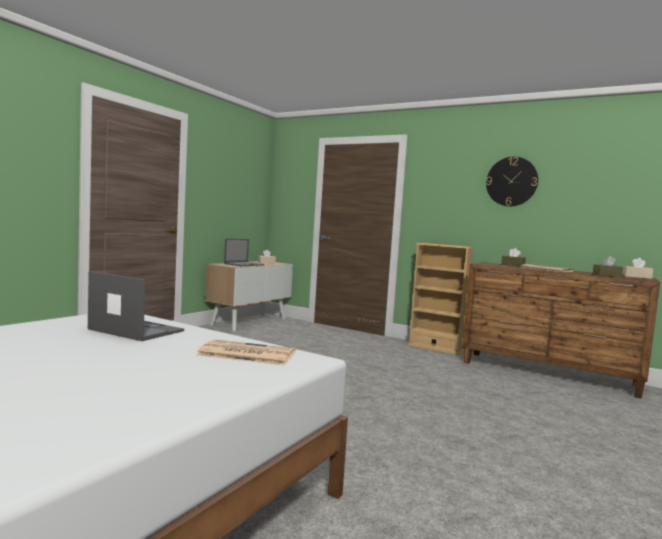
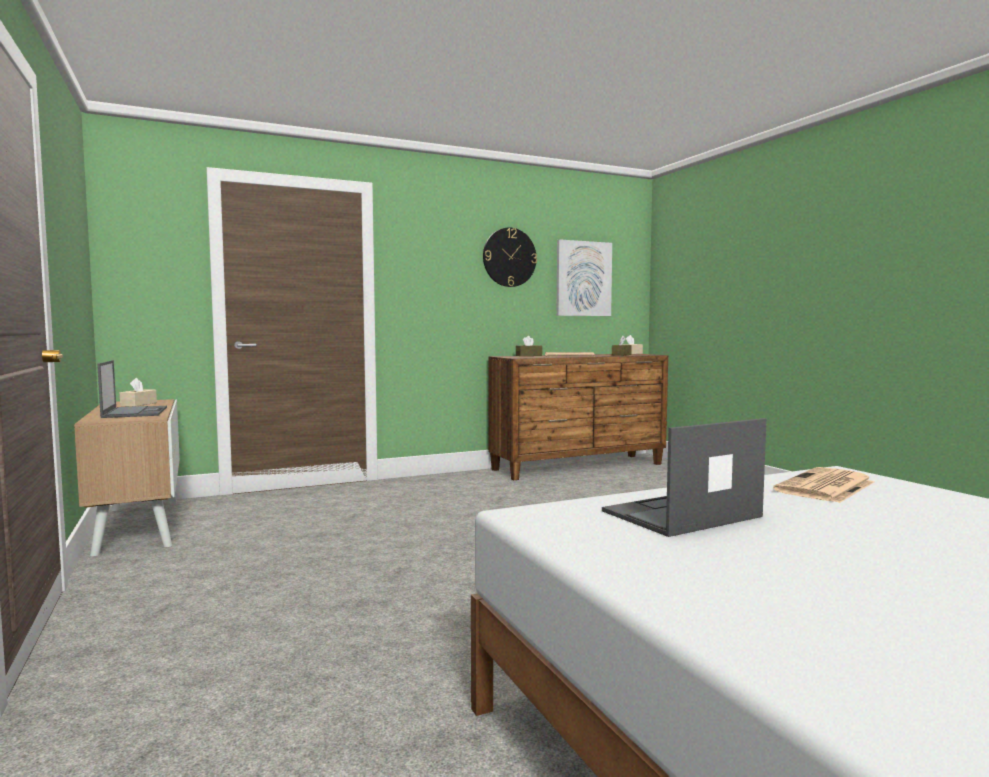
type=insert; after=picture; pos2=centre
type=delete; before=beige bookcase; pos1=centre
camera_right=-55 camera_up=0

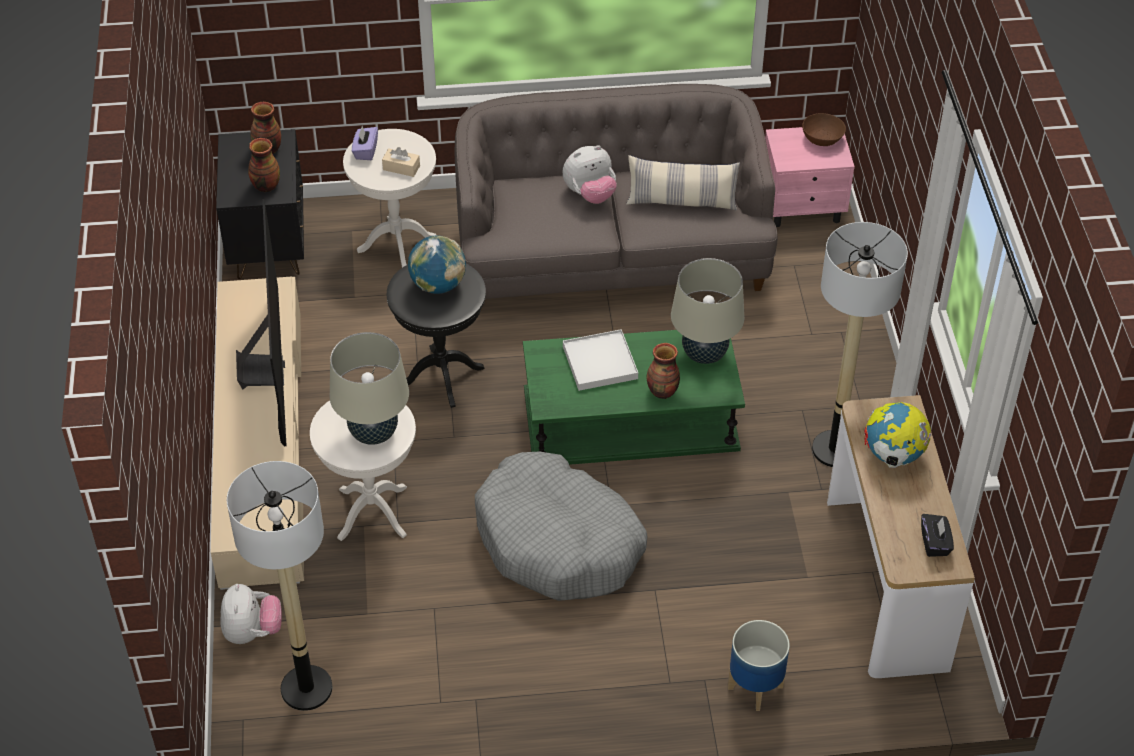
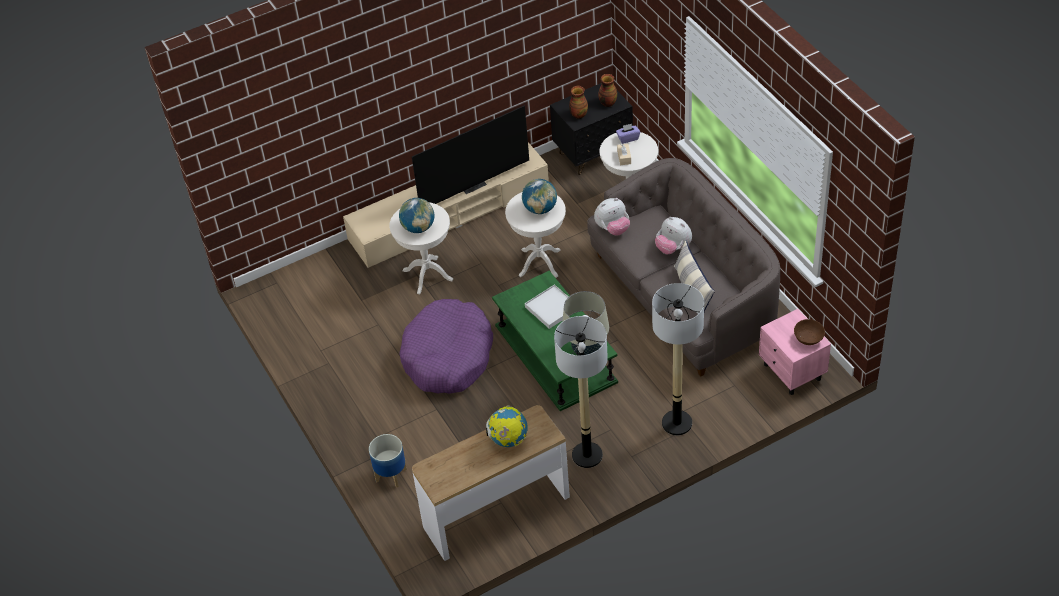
type=replace; before=beige table lamp (1st from left); after=globe (1st from left); pos1=middle left; pos2=centre
type=recolor; before=grey dog bed; after=purple dog bed; pos1=bottom centre; pos2=centre
type=recolor; before=black side table; after=white side table (2nd from left); pos1=centre; pos2=centre
type=move; before=plush toy (1st from left); pos1=bottom left; pos2=centre
type=move; before=floor lamp (1st from left in the first image); after=floor lamp (2nd from left); pos1=bottom left; pos2=centre
type=delete; before=vase (3rd from left); pos1=centre
type=delete; before=black tissue box; pos1=bottom right
camera_right=70 camera_up=0

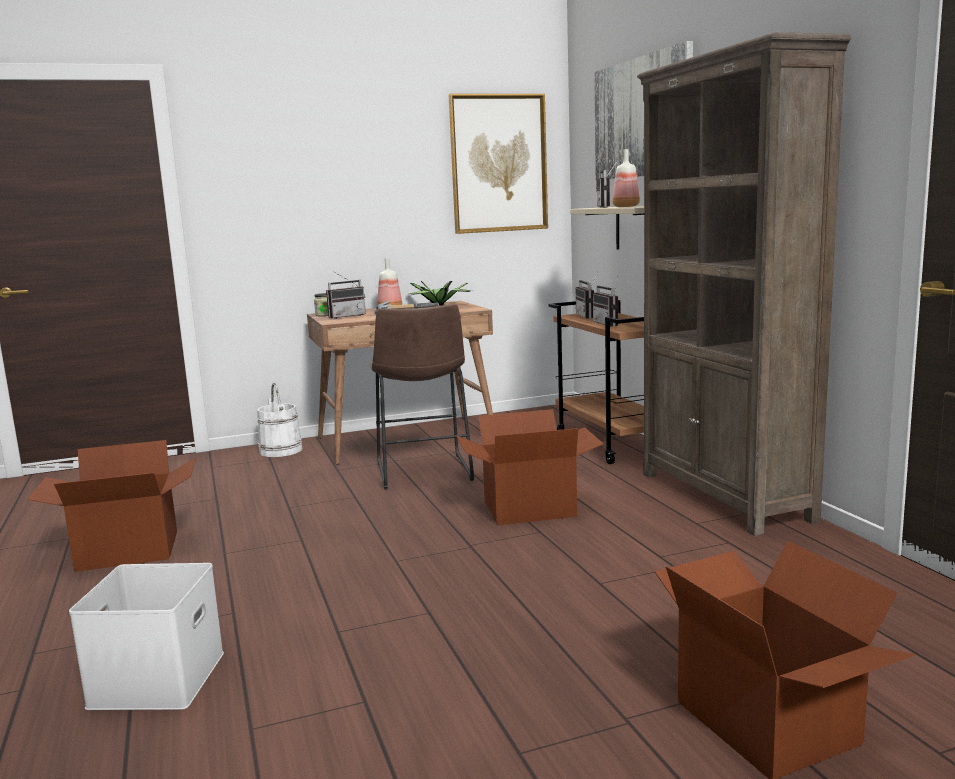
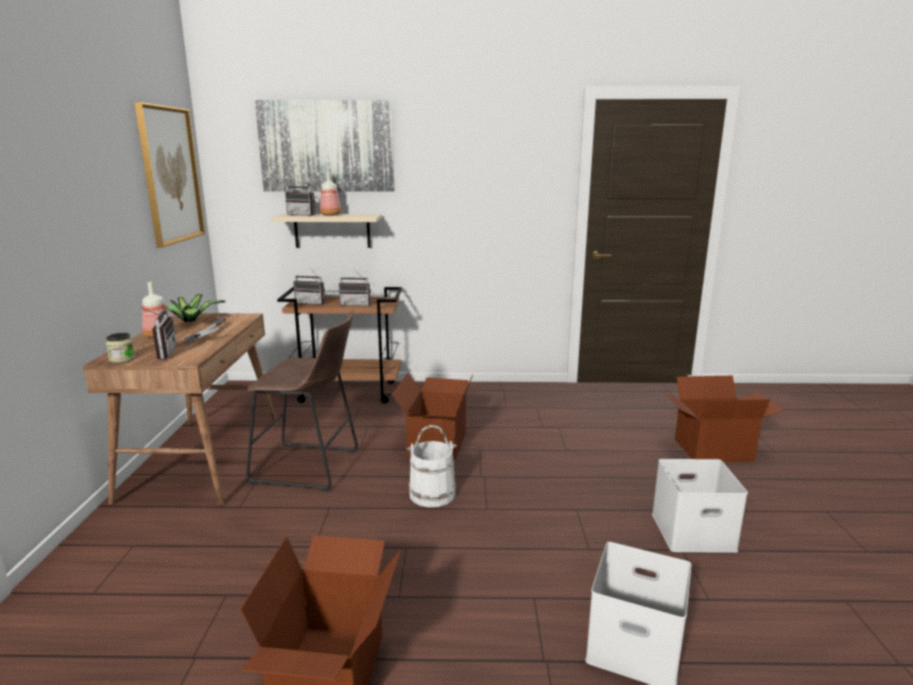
type=move; before=white bucket; pos1=middle left; pos2=bottom centre
type=insert; after=white storage box (2nd from left); pos2=bottom right
type=delete; before=brown bookcase; pos1=middle right
camera_right=-70 camera_up=5

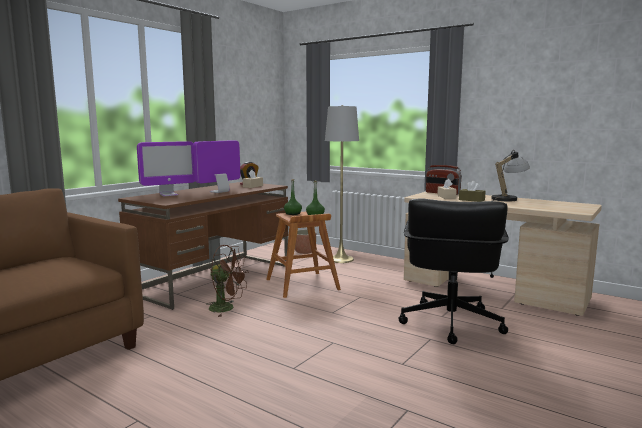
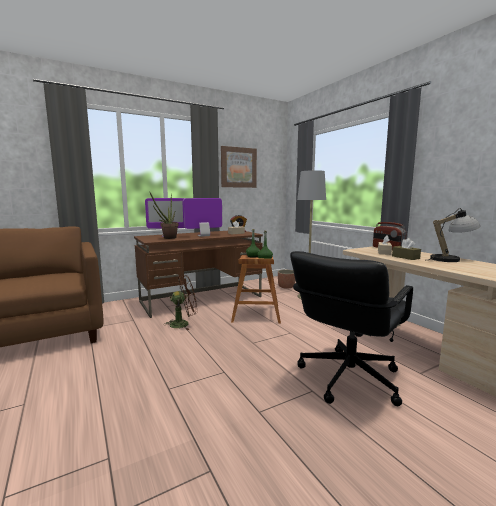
type=insert; after=potted plant; pos2=middle left
type=rotate; before=brown fan; pos1=centre; pos2=centre; turn=-60
type=insert; after=picture; pos2=top centre
camera_right=25 camera_up=0

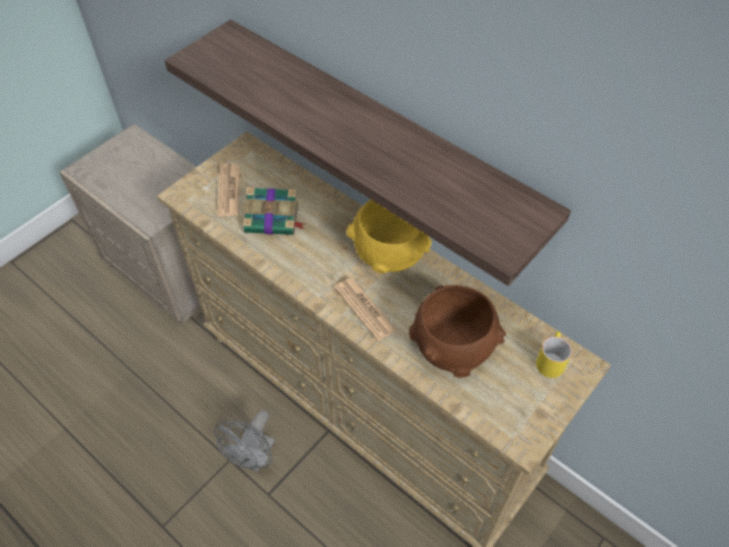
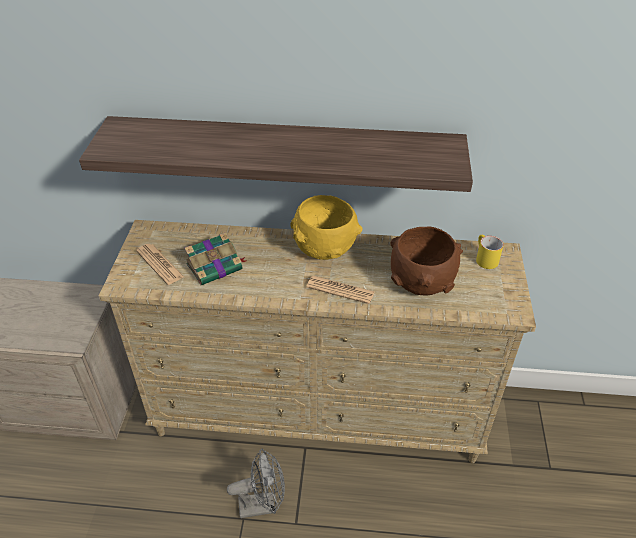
type=rotate; before=grey fan; pos1=bottom centre; pos2=bottom centre; turn=-90
camera_right=-35 camera_up=-10

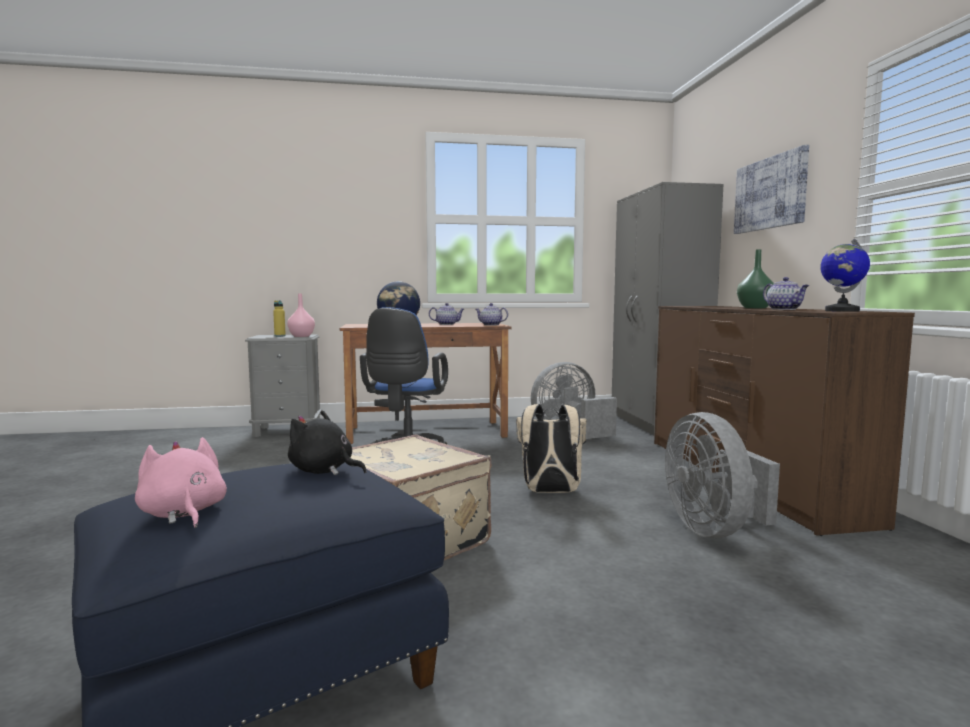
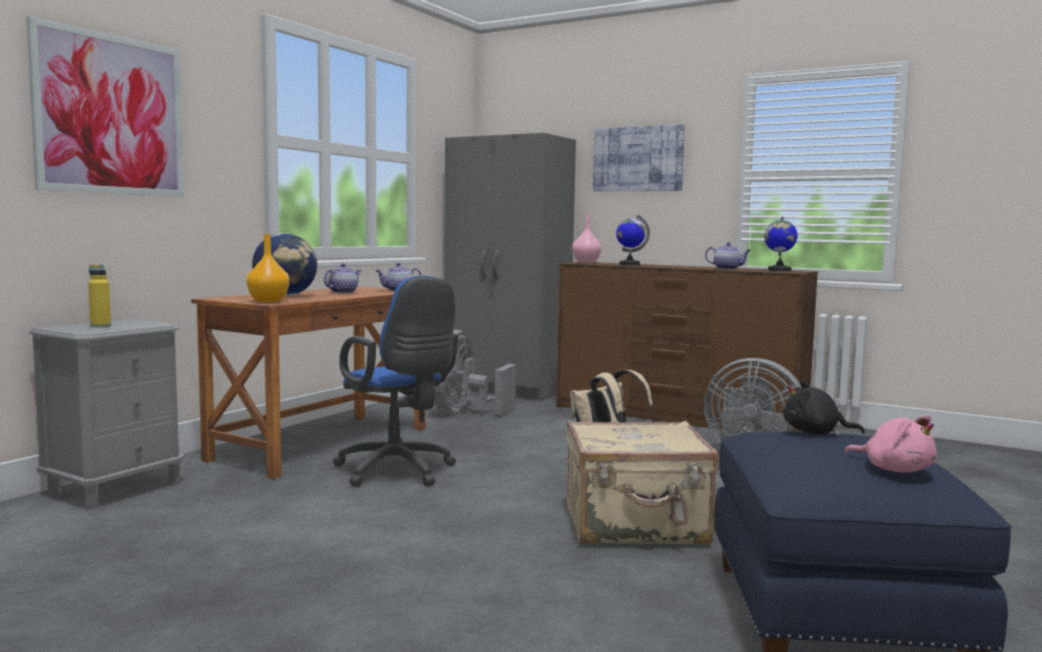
type=insert; after=picture (1st from left); pos2=top left
type=insert; after=orange vase; pos2=middle left
type=move; before=pink vase; pos1=middle left; pos2=centre
type=insert; after=globe (2nd from left); pos2=centre
type=rotate; before=black plush toy; pos1=centre; pos2=middle right; turn=45
type=rotate; before=pink plush toy; pos1=middle left; pos2=bottom right; turn=-135
type=delete; before=green vase; pos1=middle right
camera_right=-50 camera_up=0

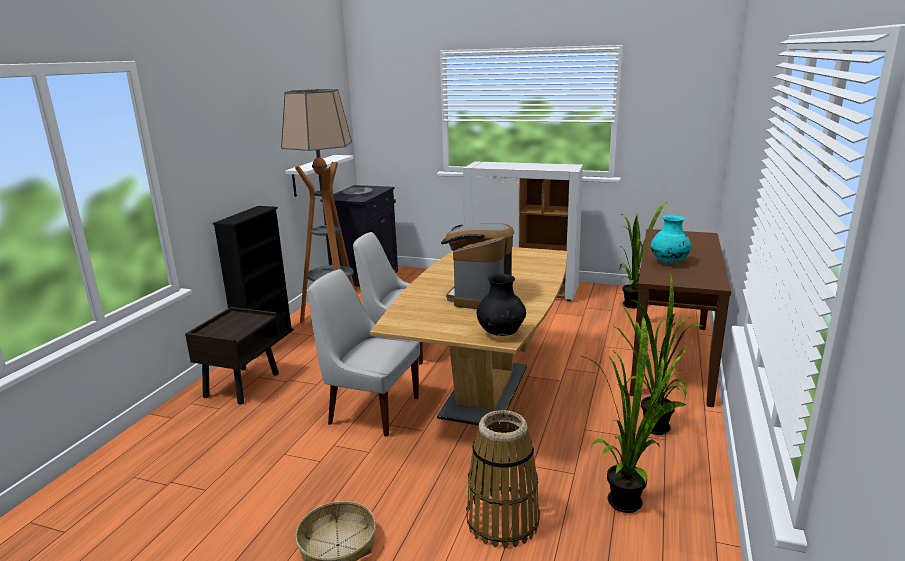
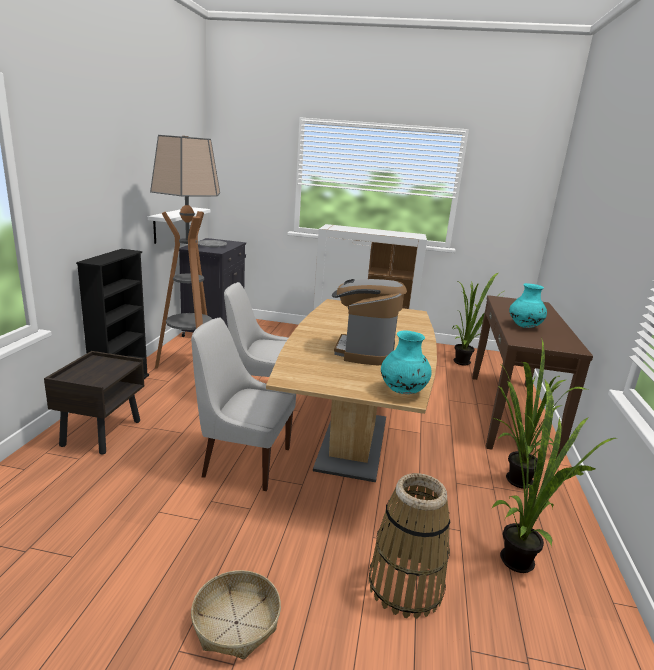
type=recolor; before=black vase; after=turquoise vase (1st from left); pos1=centre; pos2=centre
camera_right=-10 camera_up=0

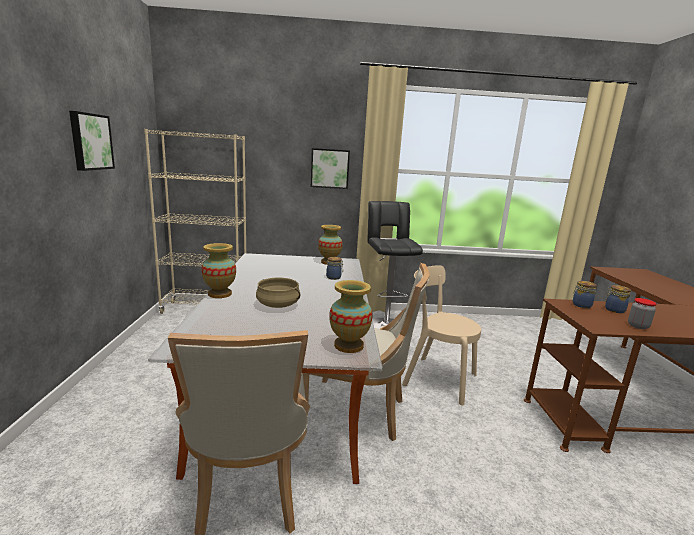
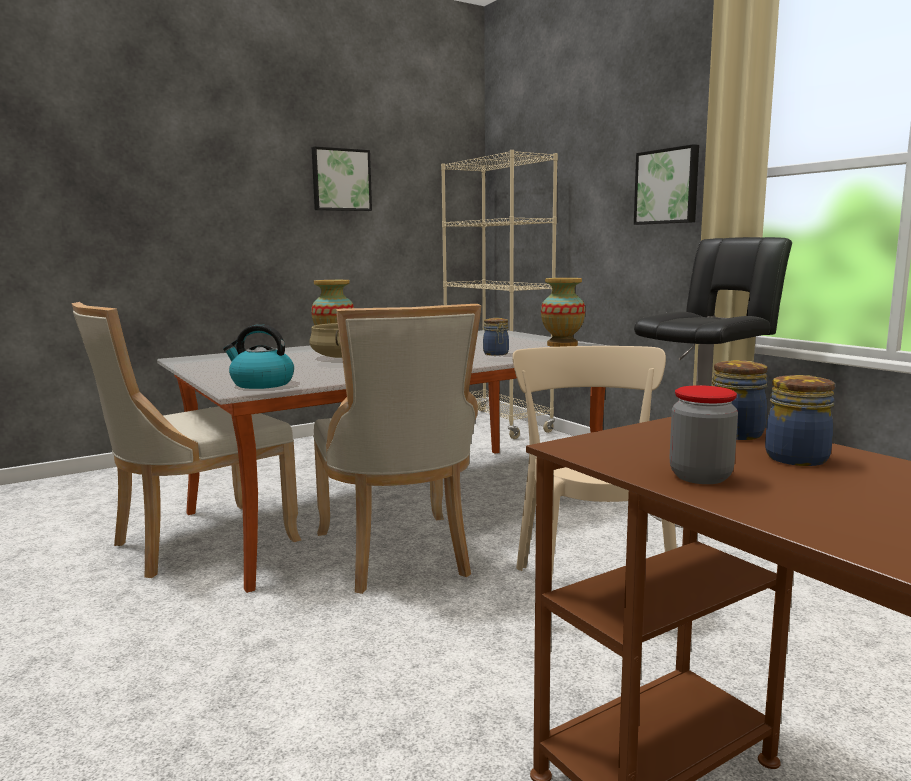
type=replace; before=vase (3rd from left); after=kettle; pos1=centre; pos2=middle left
camera_right=60 camera_up=-5

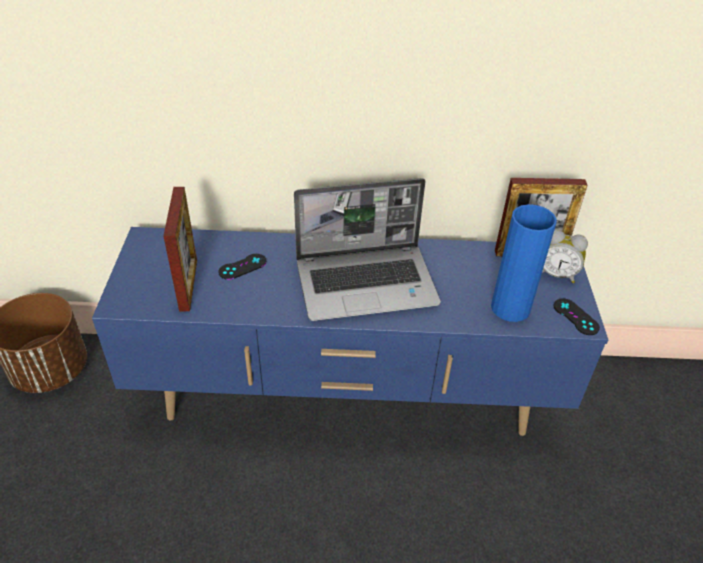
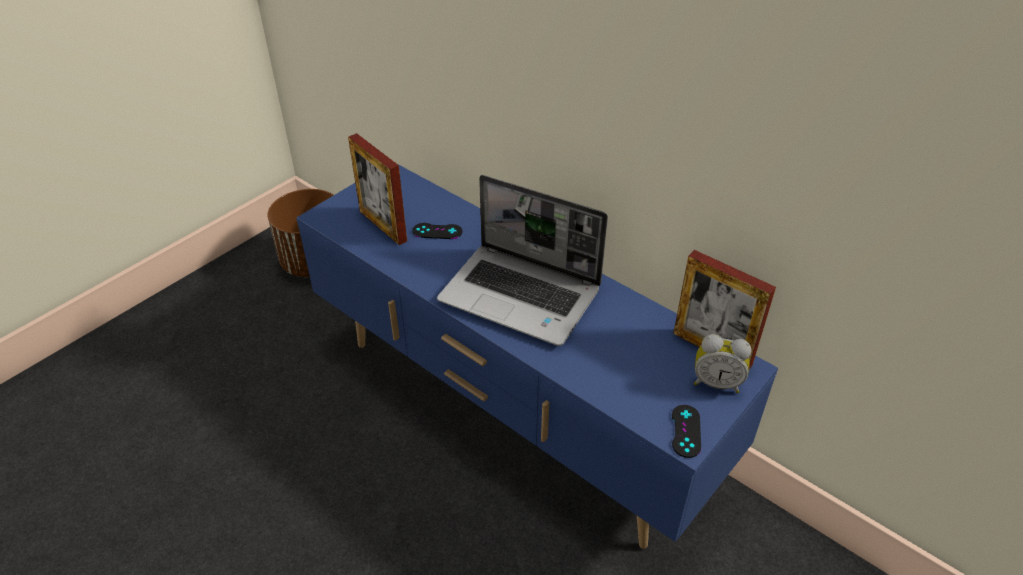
type=rotate; before=picture frame (1st from left); pos1=middle left; pos2=top centre; turn=105
type=rotate; before=alarm clock; pos1=middle right; pos2=middle right; turn=-45
type=delete; before=blue vase; pos1=middle right
camera_right=40 camera_up=0

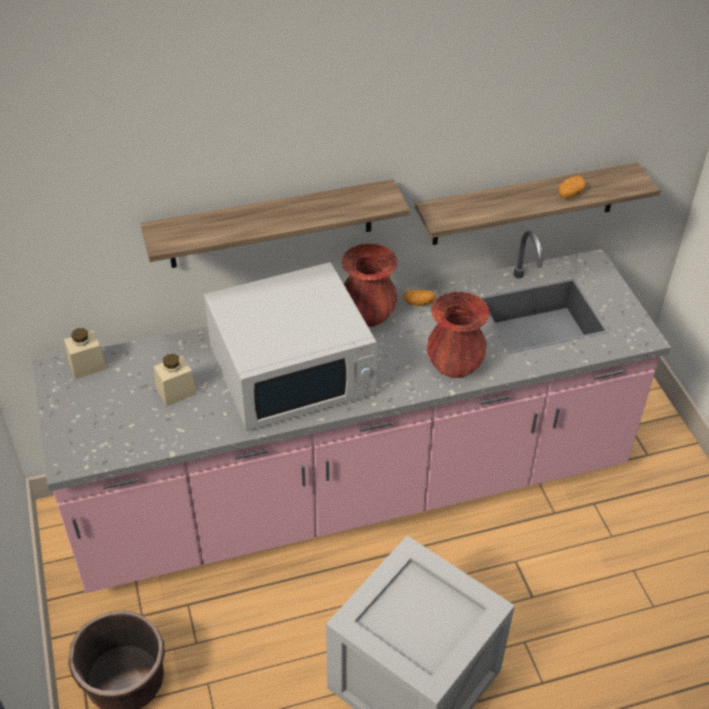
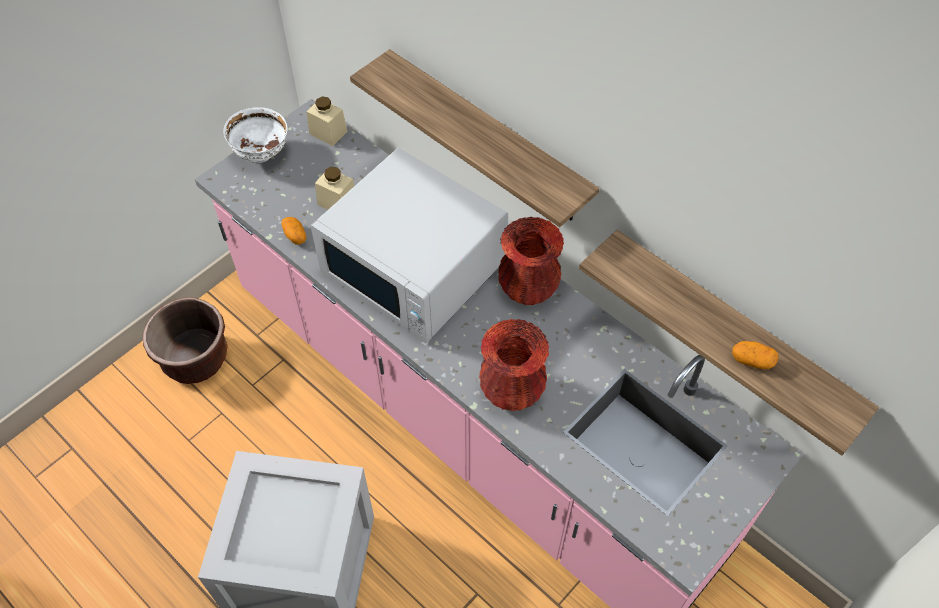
type=insert; after=white bowl; pos2=top left
type=move; before=potato (1st from left); pos1=centre; pos2=middle left
camera_right=60 camera_up=10

